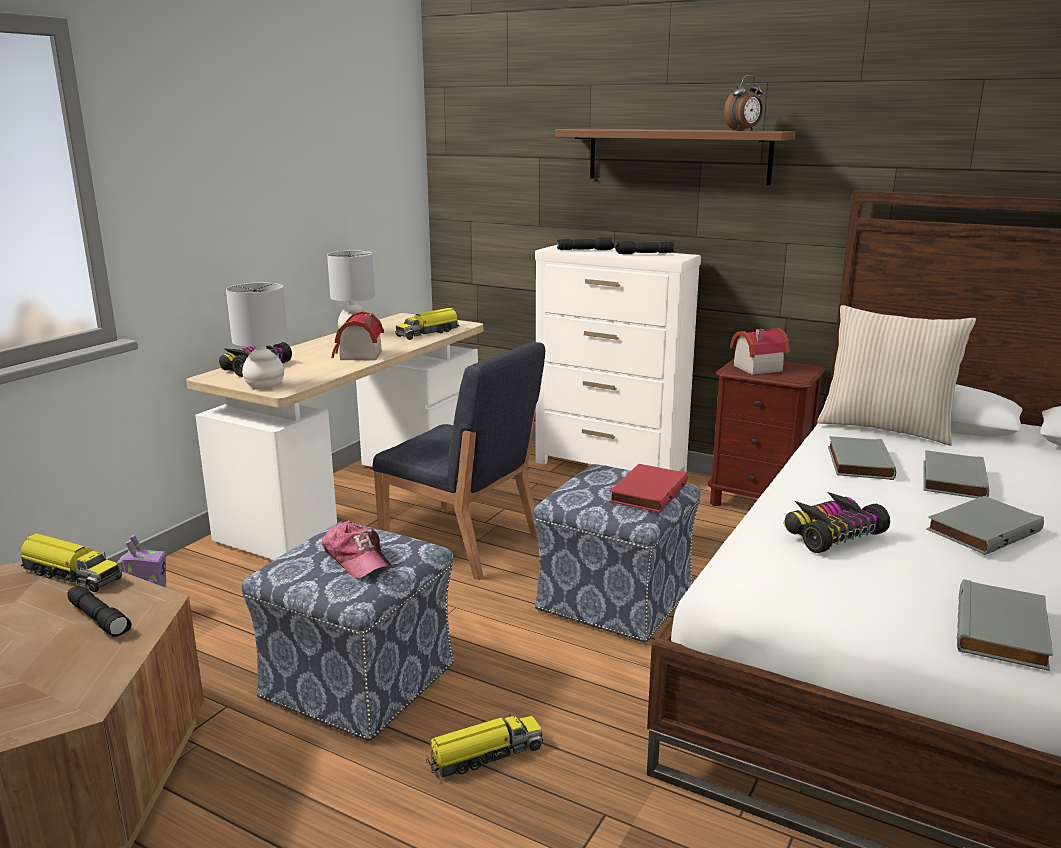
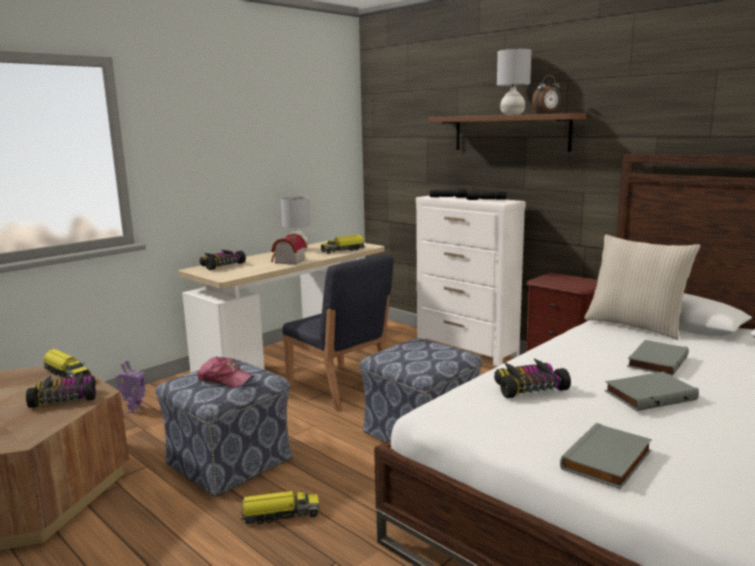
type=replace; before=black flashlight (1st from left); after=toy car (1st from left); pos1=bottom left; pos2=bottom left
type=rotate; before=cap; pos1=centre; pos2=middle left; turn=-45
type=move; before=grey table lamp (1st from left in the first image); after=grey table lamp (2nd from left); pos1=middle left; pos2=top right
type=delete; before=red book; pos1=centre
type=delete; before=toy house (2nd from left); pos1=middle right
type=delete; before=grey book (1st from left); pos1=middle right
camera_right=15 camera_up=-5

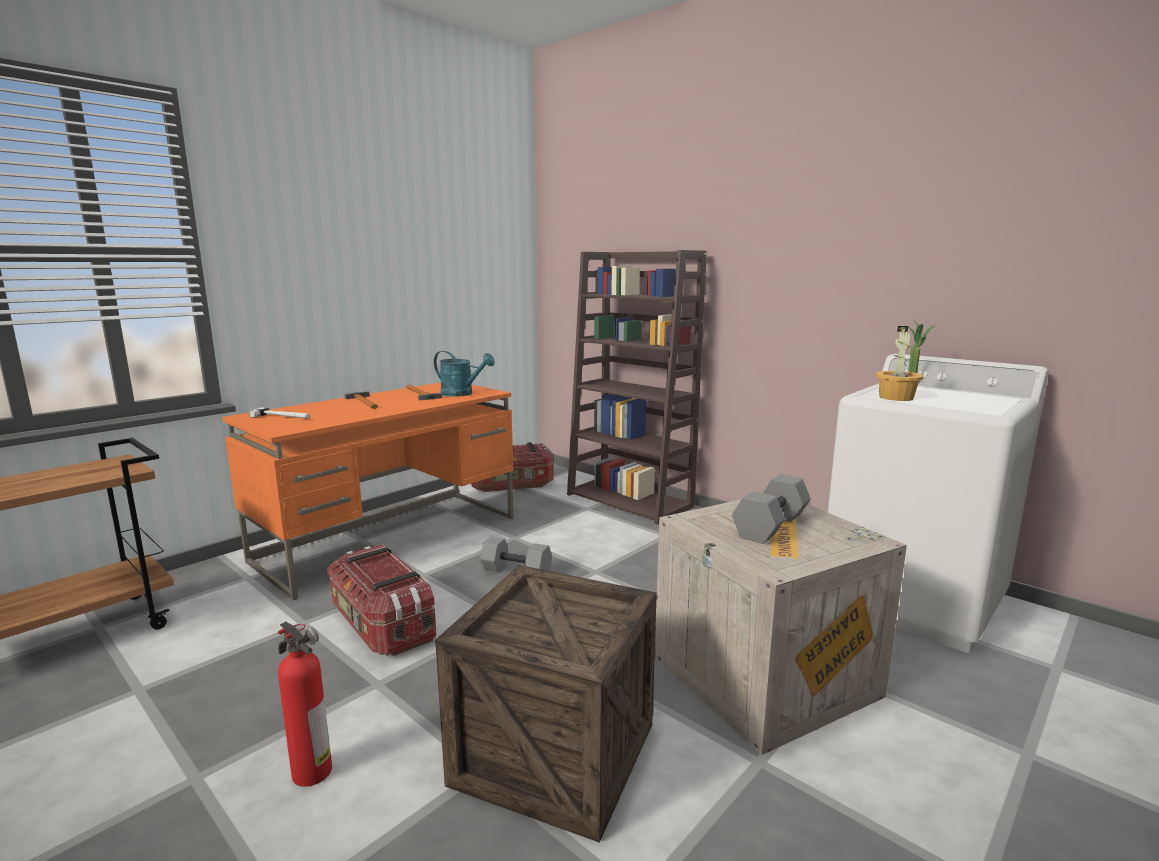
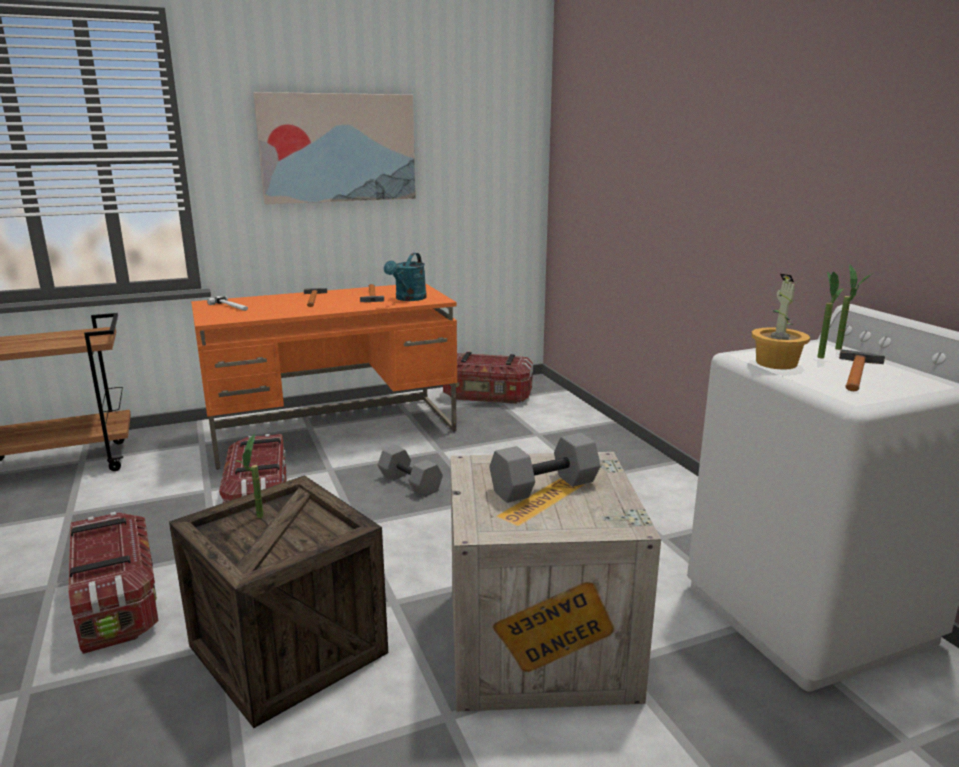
type=replace; before=fire extinguisher; after=storage box (1st from left); pos1=bottom left; pos2=bottom left
type=insert; after=potted plant (1st from left); pos2=middle left
type=insert; after=picture; pos2=top centre
type=rotate; before=turquoise watering can; pos1=centre; pos2=centre; turn=60
type=insert; after=hammer (4th from left); pos2=middle right
type=delete; before=brown bookcase; pos1=centre
camera_right=25 camera_up=5

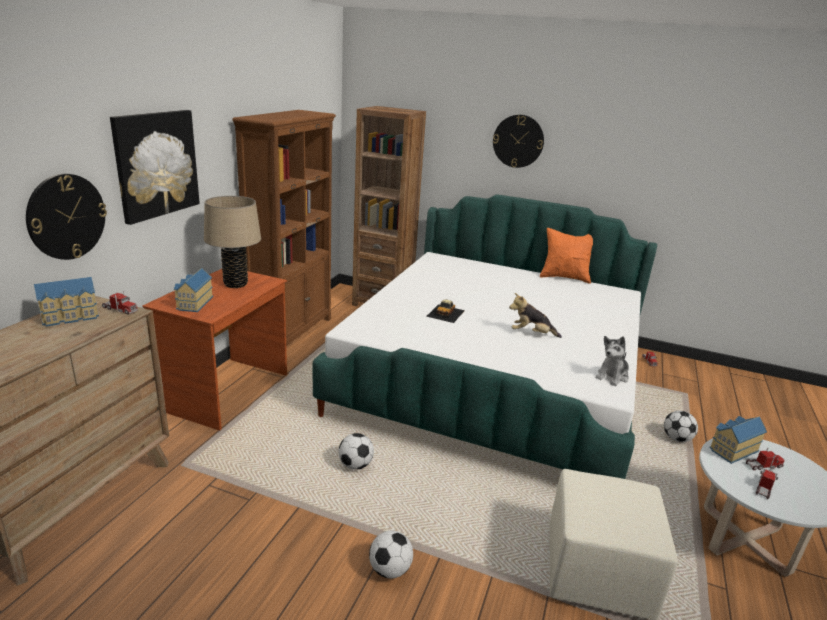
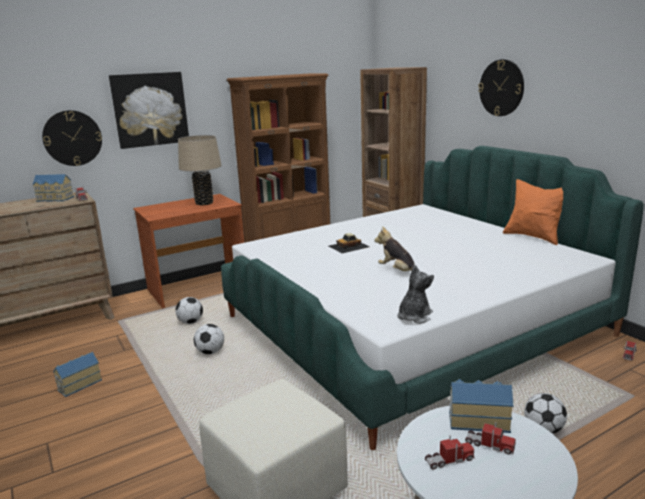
type=move; before=toy house (2nd from left); pos1=middle left; pos2=bottom left
type=move; before=football (2nd from left in the first image); after=football (1st from left); pos1=bottom centre; pos2=middle left
type=rotate; before=plush toy (2nd from left); pos1=middle right; pos2=centre; turn=135
camera_right=40 camera_up=-5

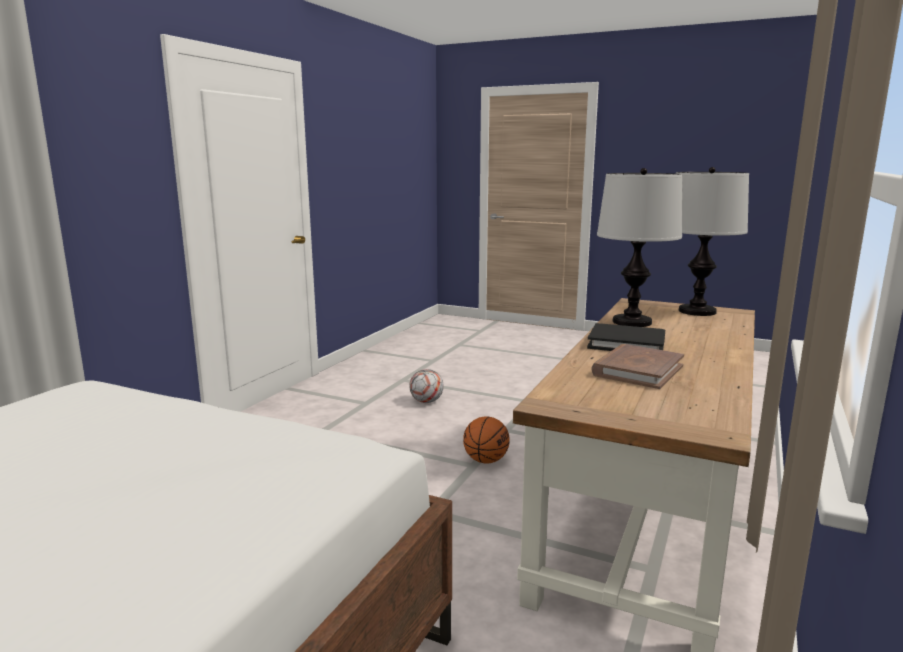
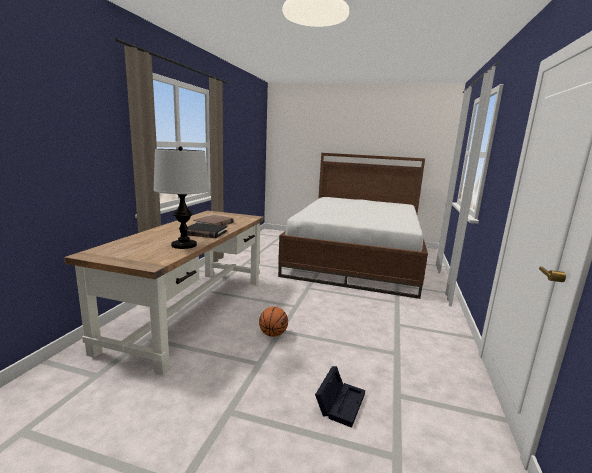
type=replace; before=football; after=black storage box; pos1=centre; pos2=bottom centre
type=delete; before=table lamp (2nd from left); pos1=middle right
camera_right=170 camera_up=0

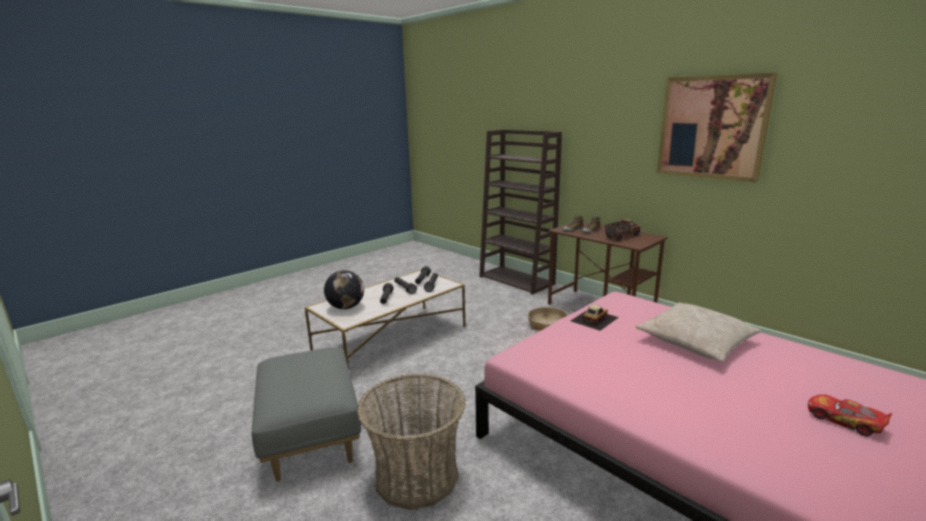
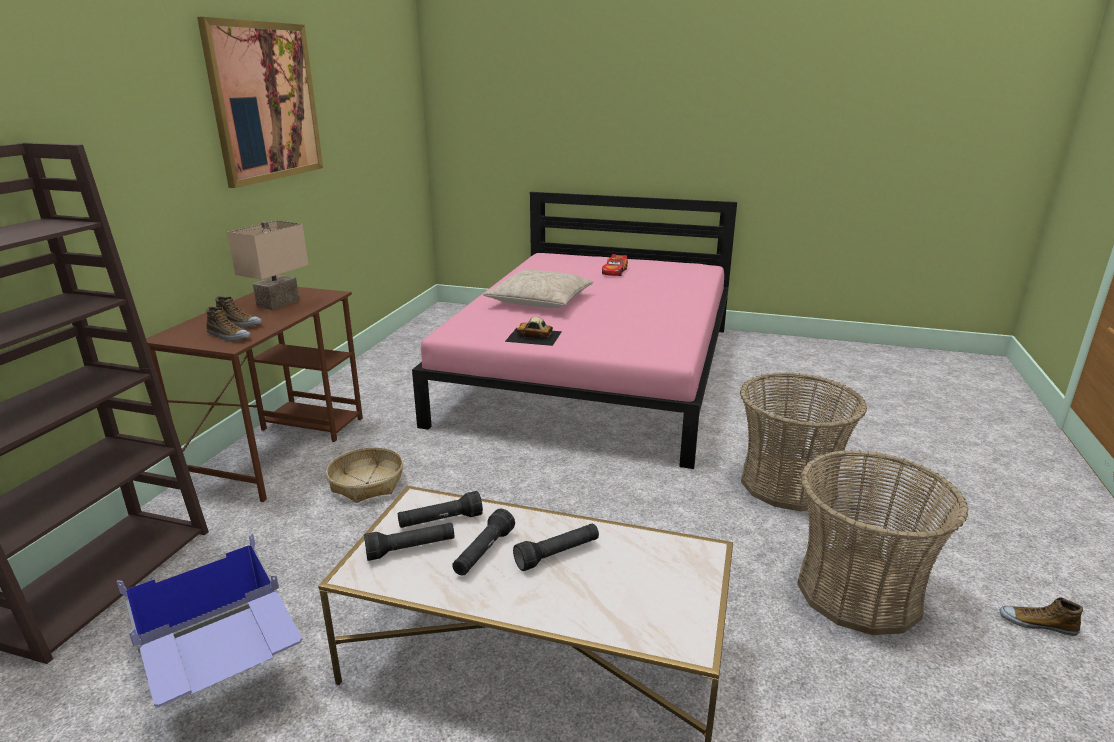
type=insert; after=blue storage box; pos2=bottom left
type=replace; before=toy truck; after=beige table lamp; pos1=middle right; pos2=middle left
type=replace; before=grey ottoman; after=basket (3rd from left); pos1=bottom left; pos2=bottom right
type=insert; after=shoe (3rd from left); pos2=bottom right
type=delete; before=globe; pos1=centre
camera_right=-120 camera_up=5

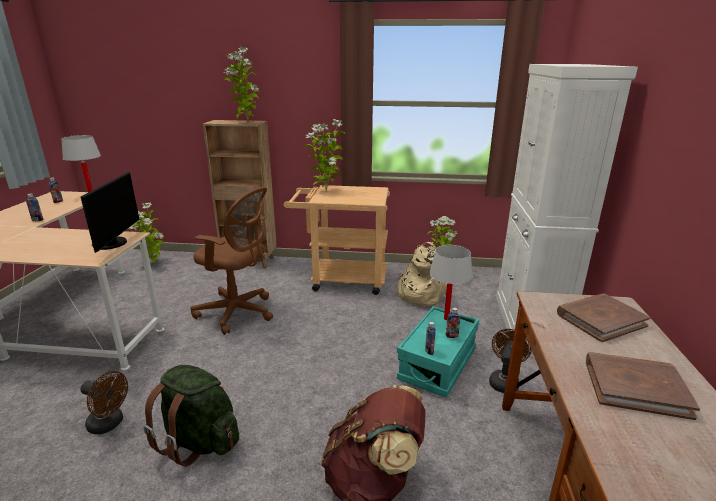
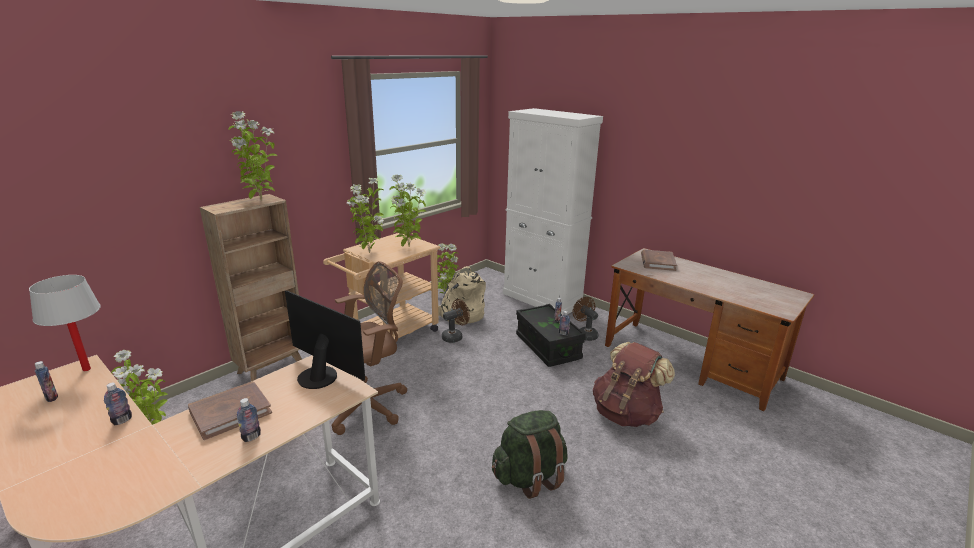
type=move; before=brown book (2nd from left in the first image); after=brown book (1st from left); pos1=bottom right; pos2=bottom left
type=insert; after=bottle (3rd from left); pos2=bottom left
type=insert; after=potted plant (4th from left); pos2=centre
type=move; before=brown fan (1st from left); pos1=bottom left; pos2=centre
type=recolor; before=turquoise storage box; after=black storage box; pos1=bottom centre; pos2=centre
type=delete; before=white table lamp (2nd from left); pos1=centre
camera_right=-55 camera_up=0

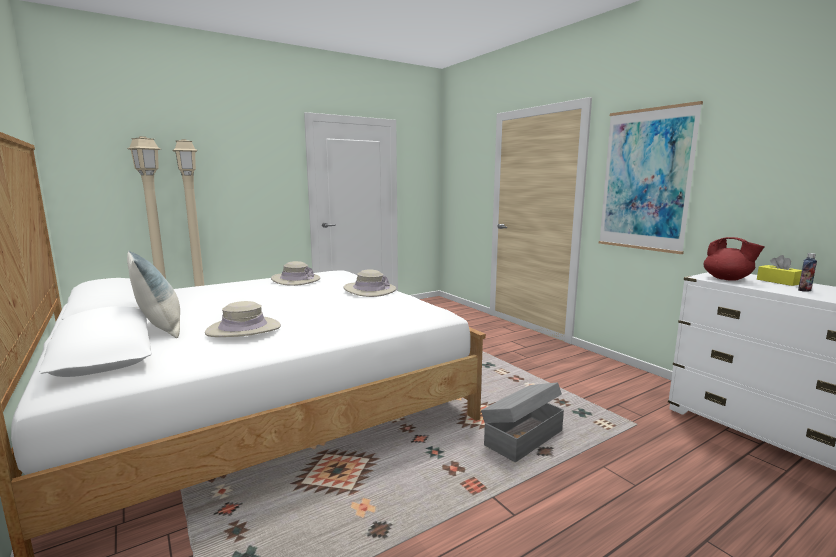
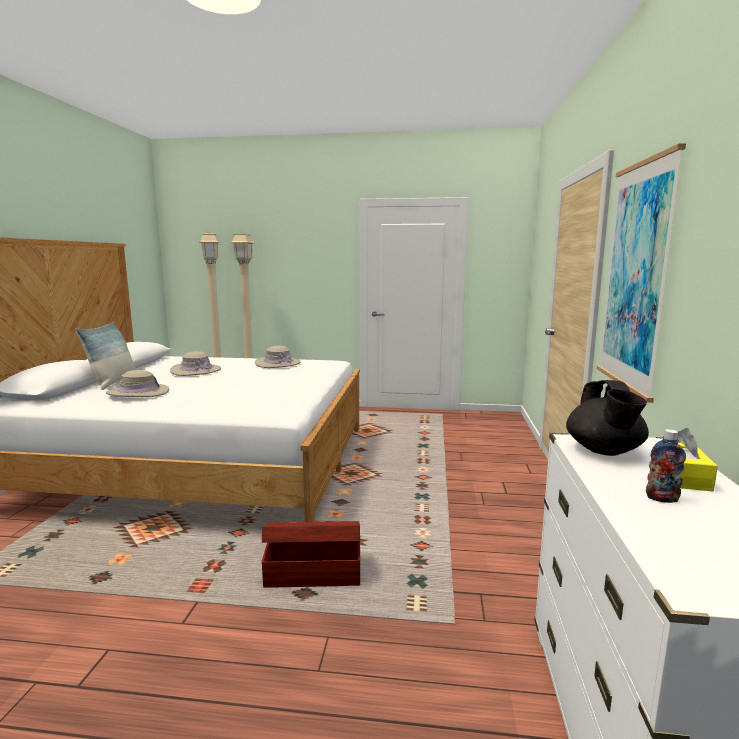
type=move; before=beige hat (3rd from left in the first image); after=beige hat (2nd from left); pos1=centre; pos2=middle left
type=recolor; before=grey storage box; after=brown storage box; pos1=bottom centre; pos2=bottom centre
type=recolor; before=red teapot; after=black teapot; pos1=middle right; pos2=middle right
camera_right=40 camera_up=0

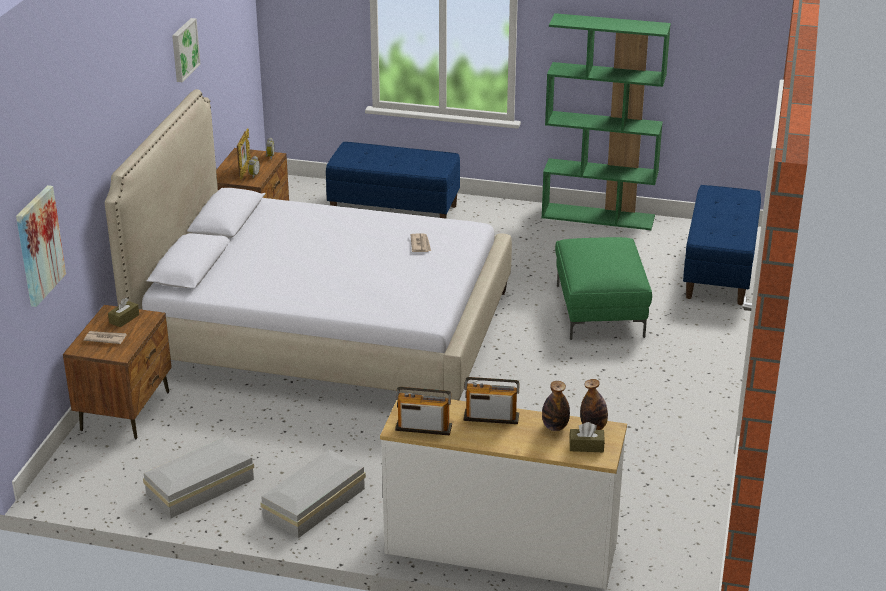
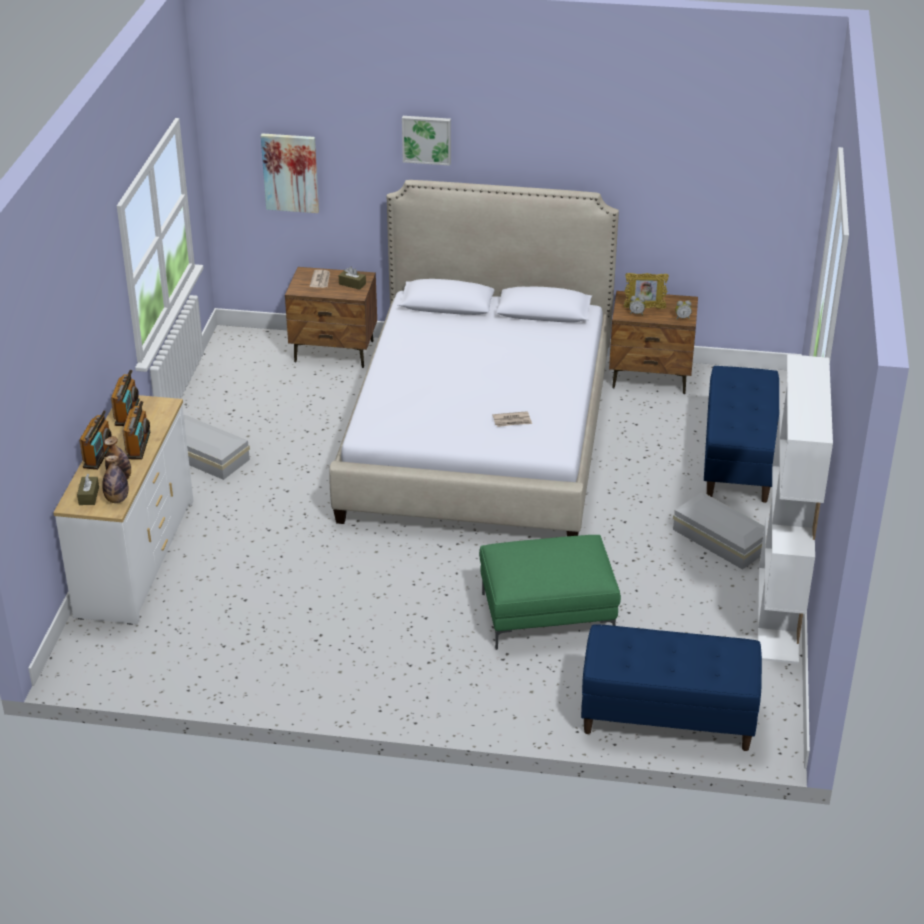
type=insert; after=radio (1st from left); pos2=middle left
type=move; before=picture (2nd from left); pos1=top left; pos2=top centre
type=move; before=white storage box (1st from left in the first image); after=white storage box (2nd from left); pos1=bottom left; pos2=middle right
type=recolor; before=green bookcase; after=white bookcase; pos1=top right; pos2=middle right
camera_right=85 camera_up=5

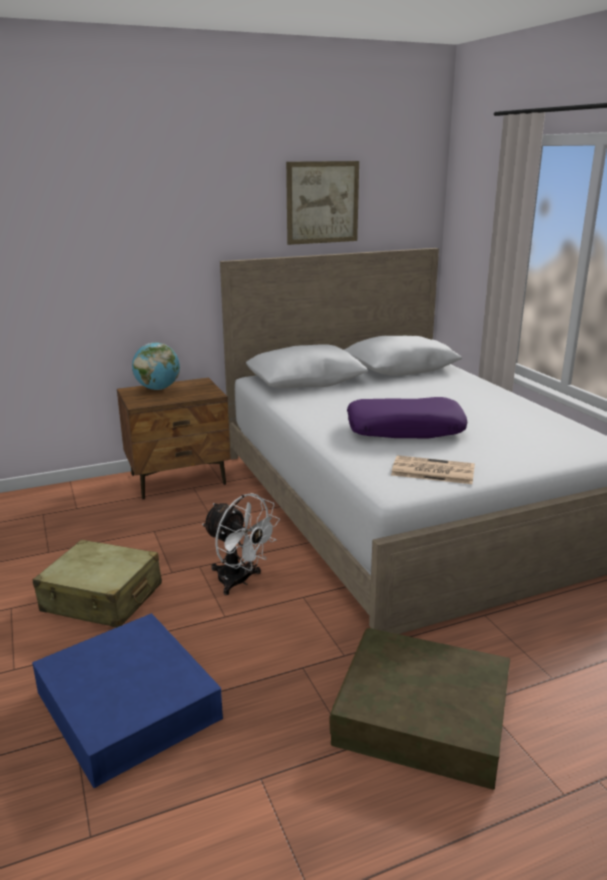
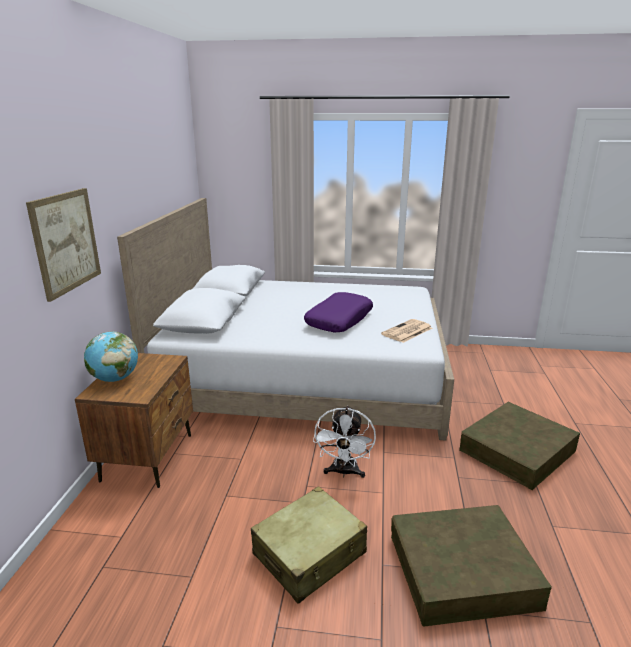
type=move; before=picture; pos1=top centre; pos2=middle left
type=rotate; before=white fan; pos1=centre; pos2=bottom centre; turn=120
type=recolor; before=blue storage box; after=brown storage box (1st from left); pos1=bottom left; pos2=bottom right
camera_right=-60 camera_up=0

